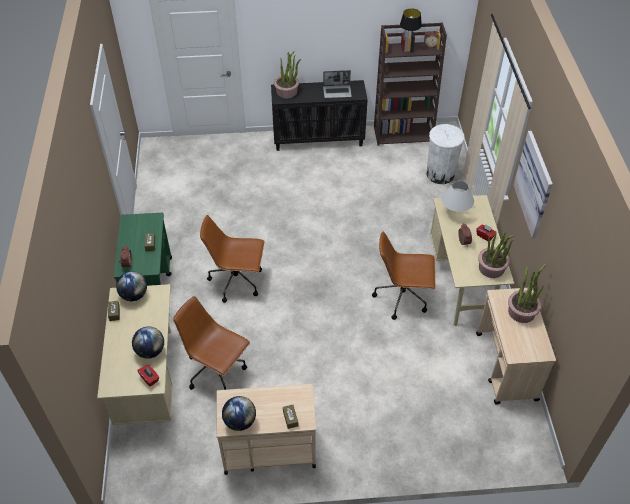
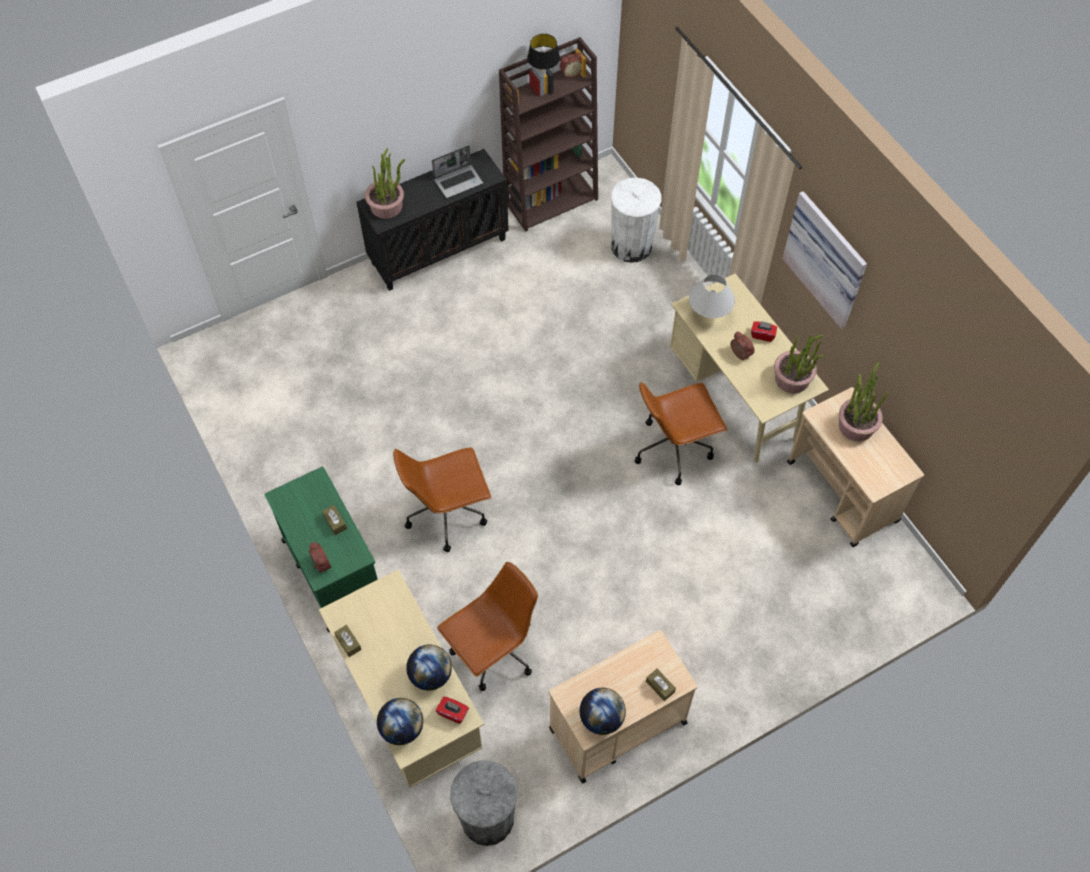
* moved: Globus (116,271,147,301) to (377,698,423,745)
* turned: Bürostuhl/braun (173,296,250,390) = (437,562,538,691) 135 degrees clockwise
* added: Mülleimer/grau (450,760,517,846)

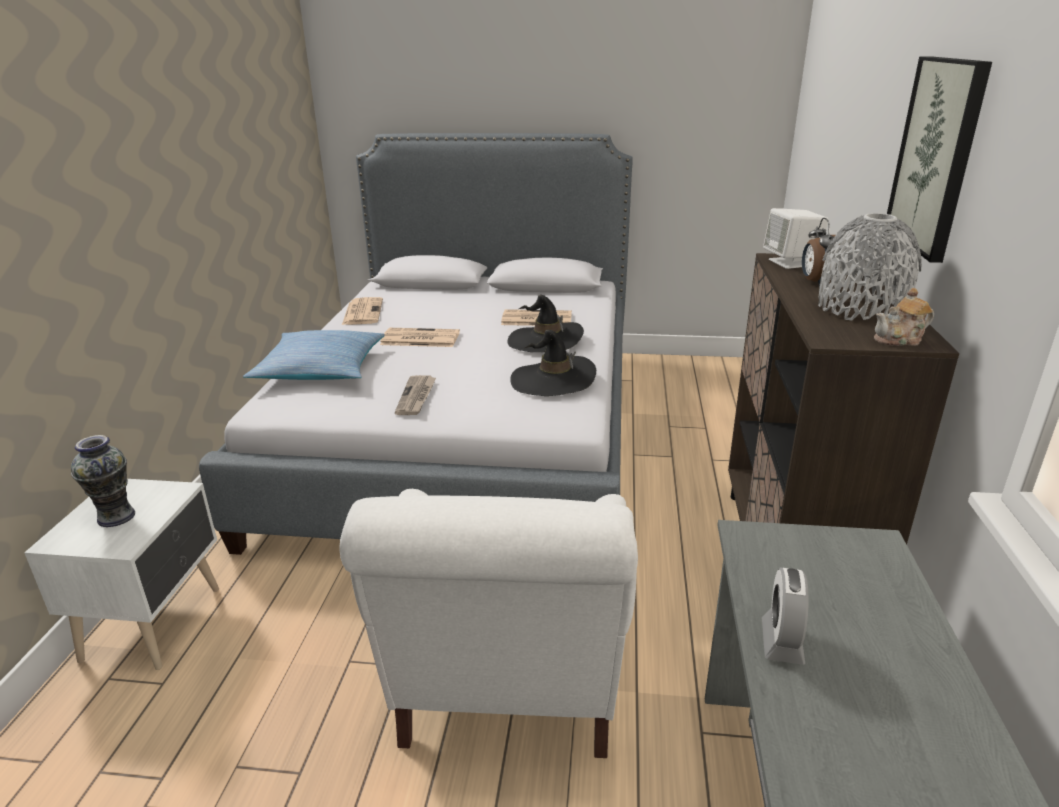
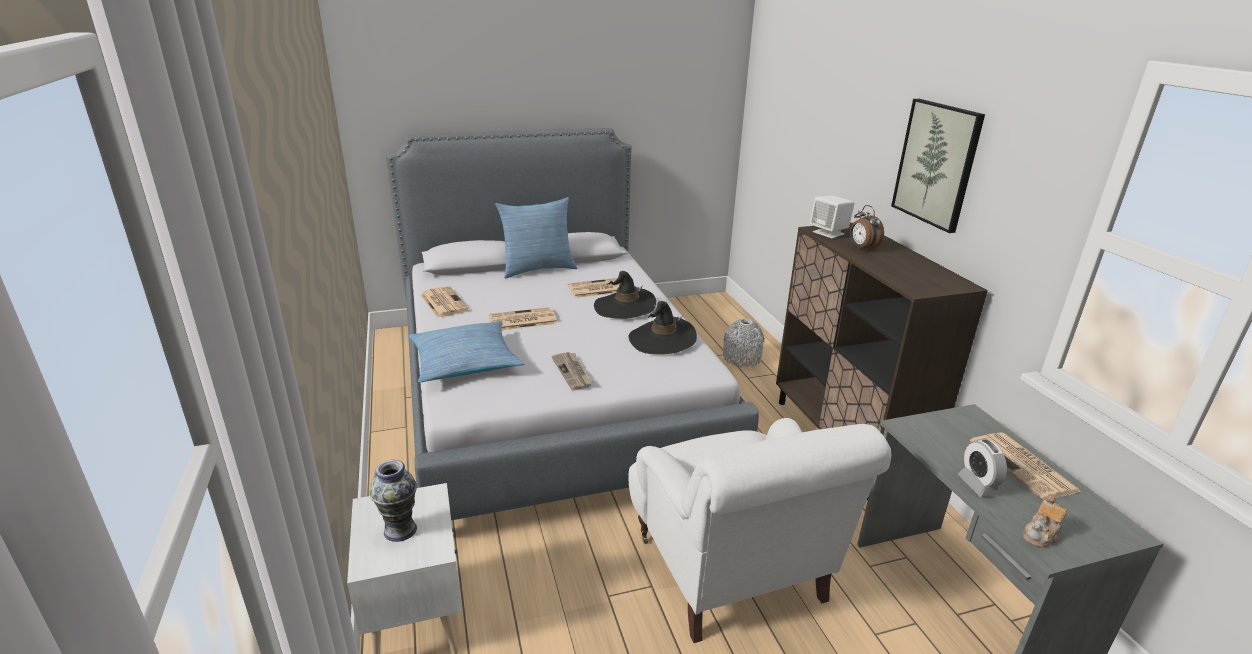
* added: Kissen (495,197,578,278)
* moved: Vase/grau (818,213,922,321) to (723,319,764,368)
* added: Zeitung (970,432,1081,500)
* moved: Teekanne (874,288,934,346) to (1023,496,1067,547)

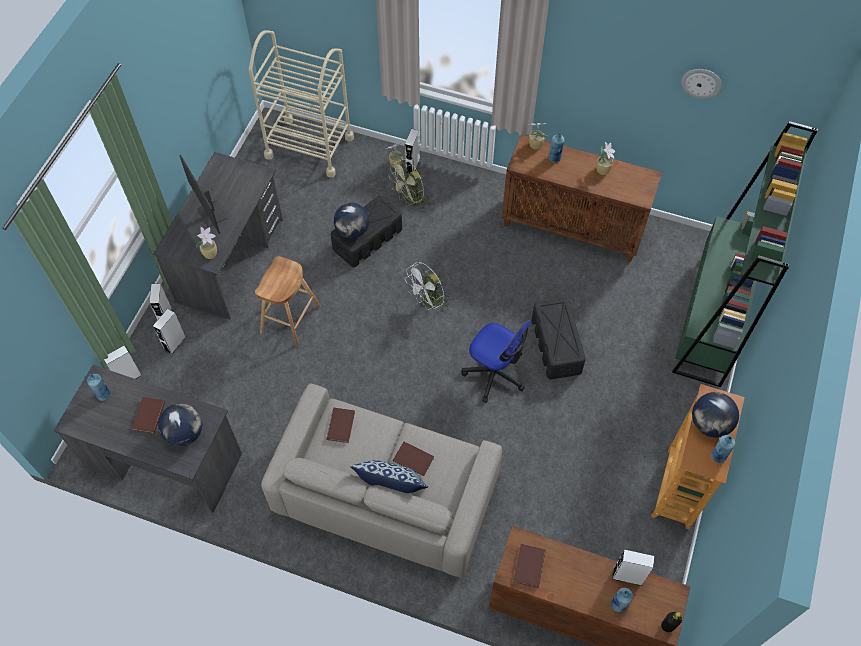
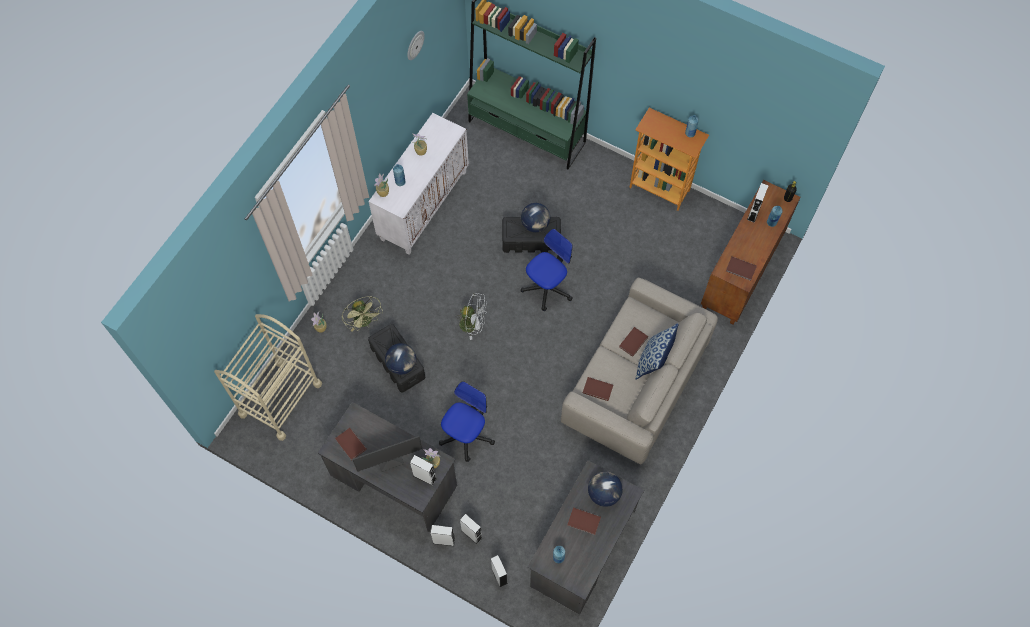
* added: Buch/braun (335,428,367,460)
* recoloured: Schrank/braun (502,134,662,262) to Schrank/weiß (369,113,469,255)
* moved: Lautsprecher/weiß (405,129,420,174) to (410,455,437,486)
* replaced: Hocker/braun (255,256,321,347) to Bürostuhl (439,381,495,462)
* turned: Ventilator/weiß (405,262,450,313) = (455,293,487,340) 45 degrees counterclockwise
* moved: Globus (692,392,739,438) to (521,203,550,232)

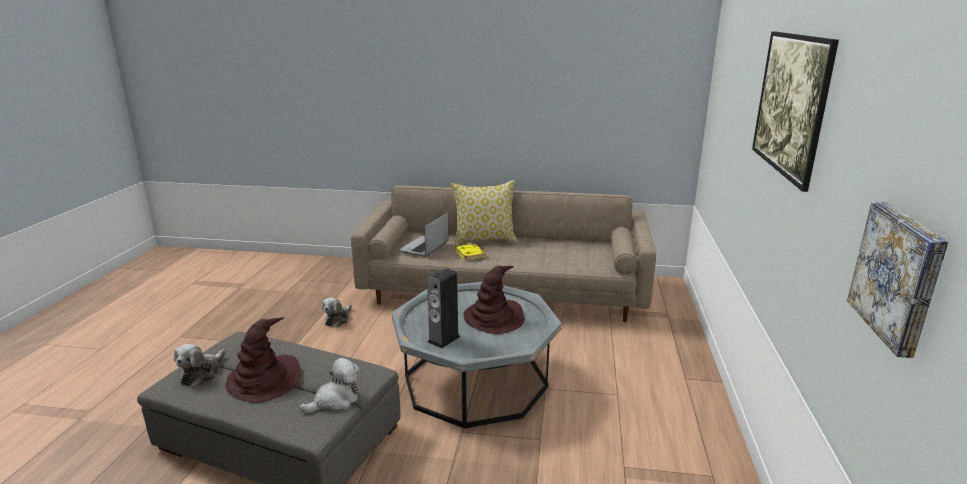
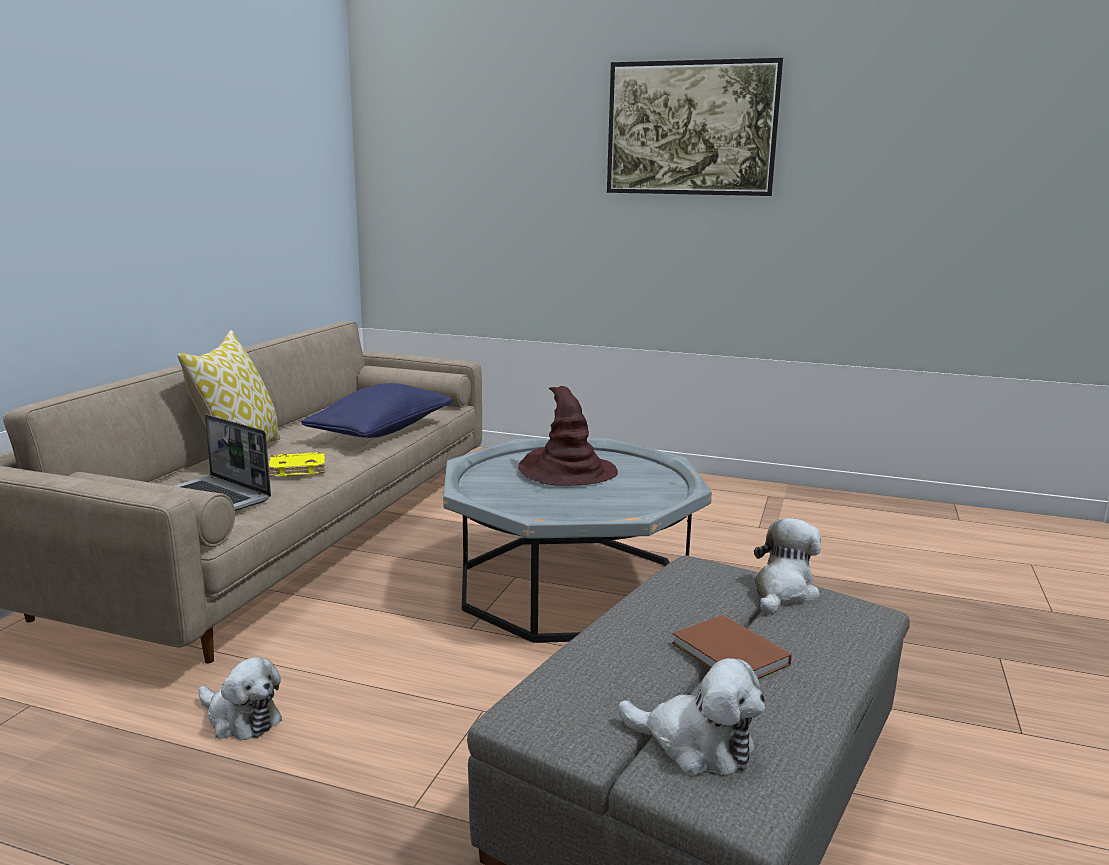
* added: Kissen/blau (301,383,452,438)
* replaced: Hut/braun (225,318,300,403) to Buch/braun (672,615,792,679)
* turned: Plüschtier (300,358,360,413) = (754,518,821,614) 60 degrees clockwise
* removed: Lautsprecher (427,268,460,348)
* removed: Bild (847,201,948,358)

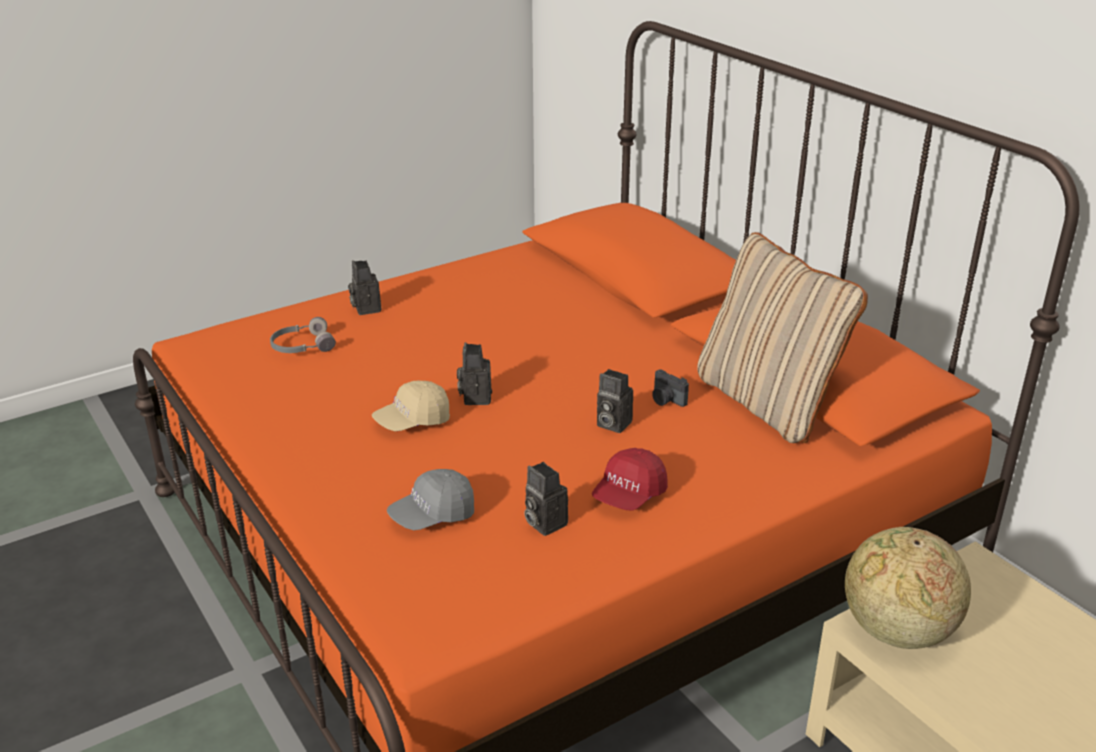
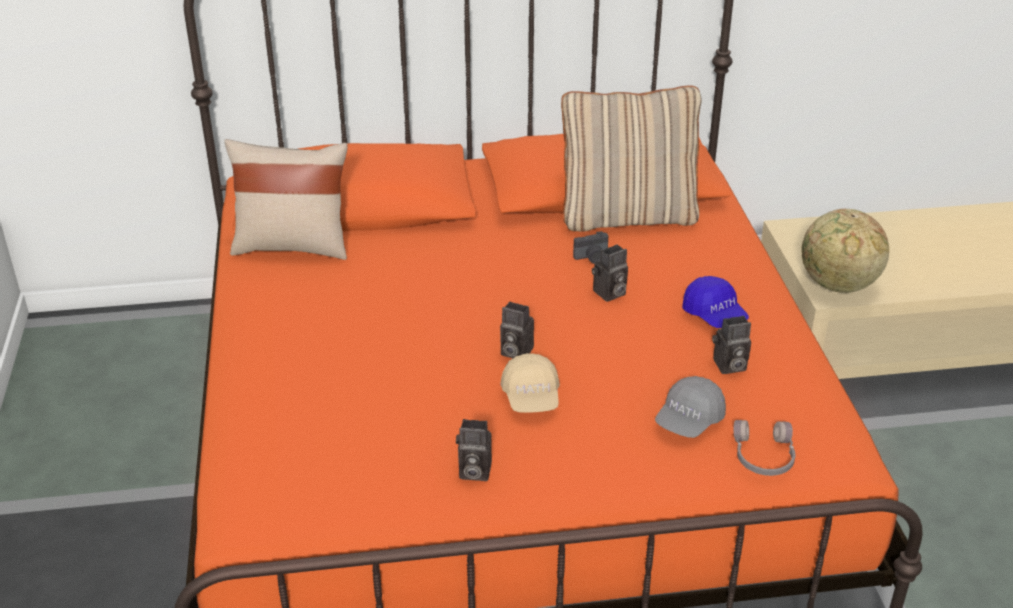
* added: Kissen/beige (224,139,348,260)
* moved: Kamera (348,260,381,315) to (456,419,492,481)
* turned: Kappe/grau (387,469,474,530) = (655,376,726,438) 45 degrees clockwise
* recoloured: Kappe/rot (592,448,668,511) to Kappe/blau (682,276,749,328)
* moved: Kopfhörer/grau (270,317,336,353) to (734,420,795,476)

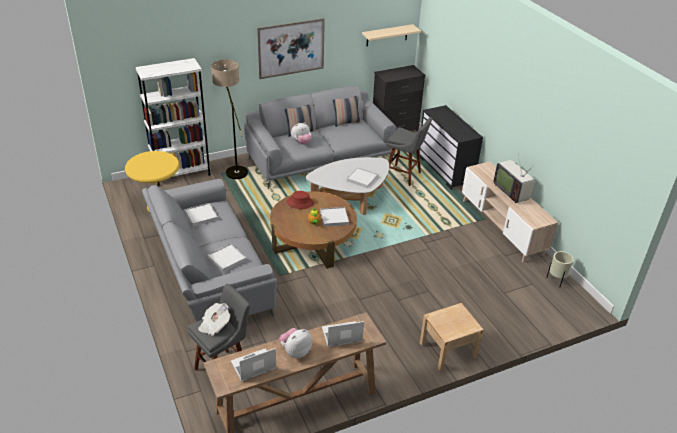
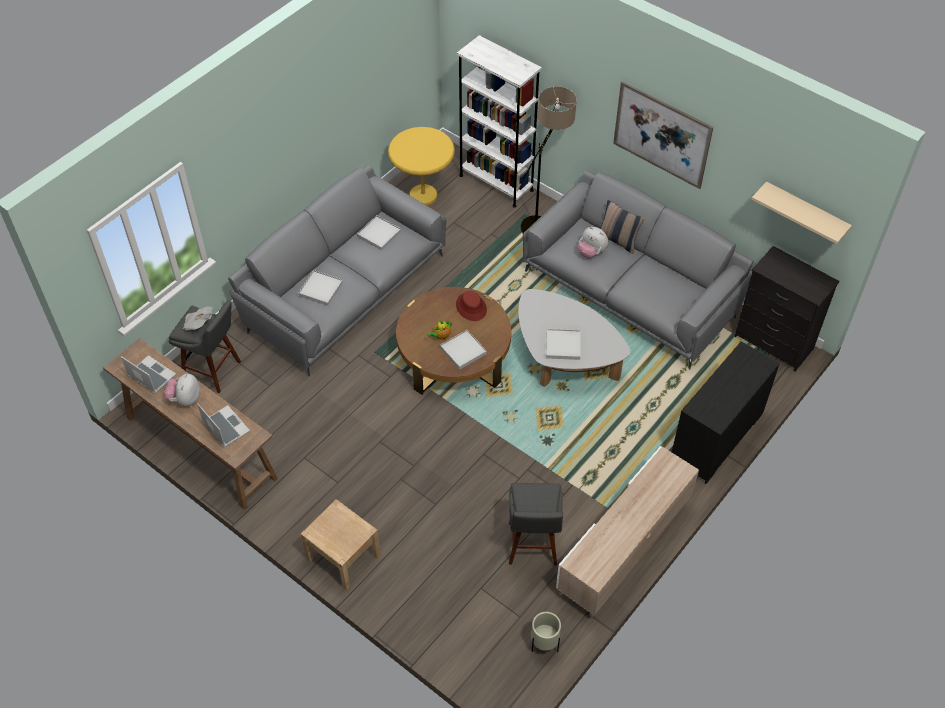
* turned: Plüschtier (279,328,312,358) = (164,374,200,406) 105 degrees counterclockwise
* moved: Hocker/grau (385,117,432,186) to (509,483,563,565)
* removed: Kissen (333,95,361,127)
* removed: Fernseher (494,155,534,204)

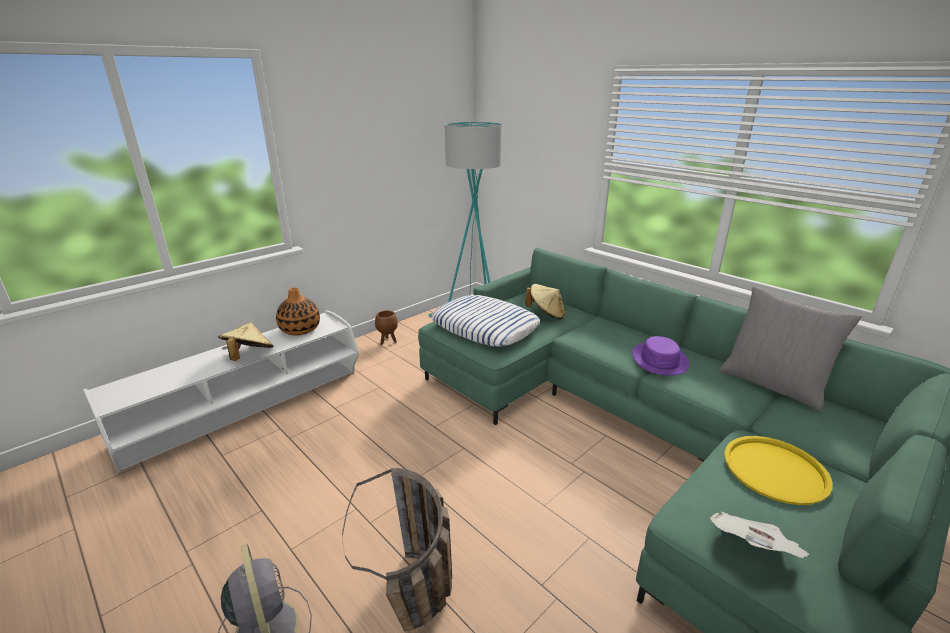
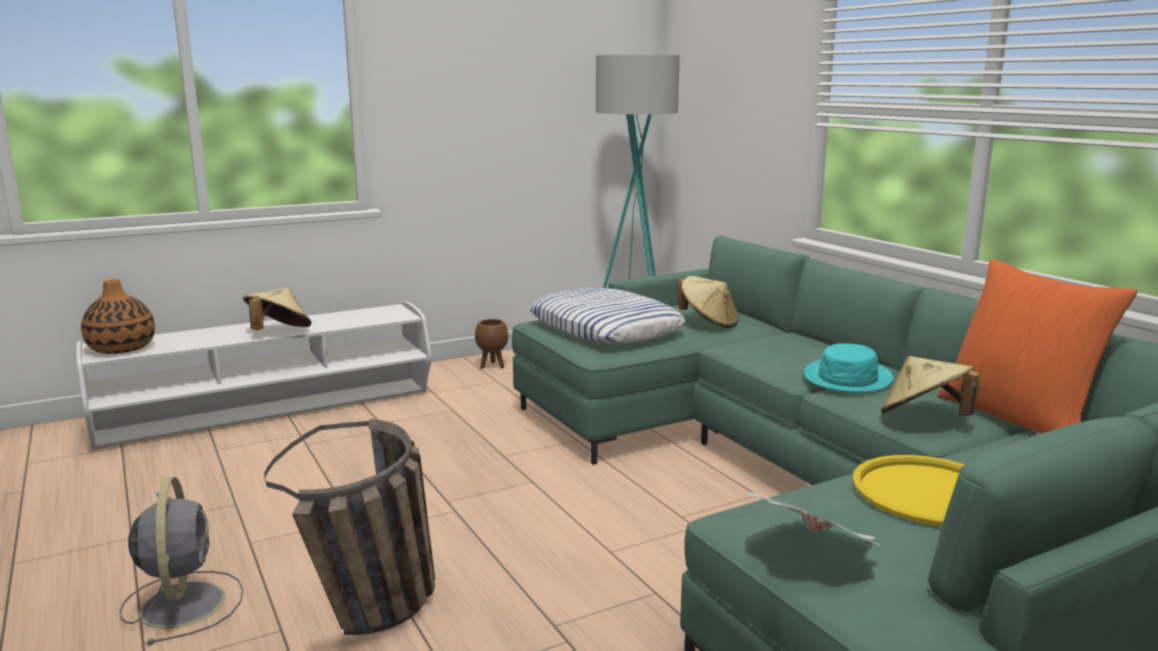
* moved: Vase (276,288,320,335) to (81,279,155,354)
* recoloured: Hut/lila (632,336,689,376) to Hut/türkis (804,343,893,393)
* added: Hut/beige (881,356,980,416)
* recoloured: Kissen/grau (719,286,862,412) to Kissen/orange (938,259,1138,434)

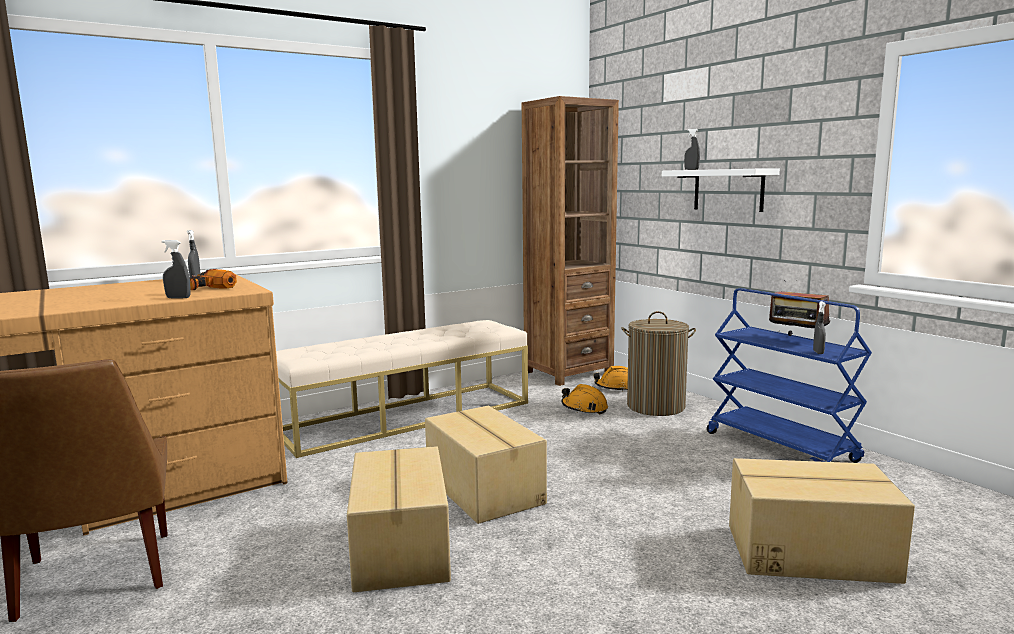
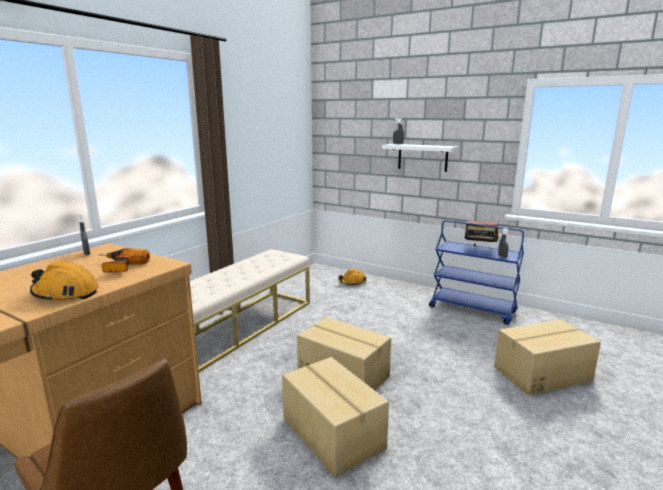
* moved: Schutzhelm/orange (561,384,608,414) to (30,262,99,302)
* removed: Sprühflasche/grau (162,240,191,299)
* removed: Bücherregal/braun (522,96,619,386)
* removed: Wäschekorb (621,311,696,416)

